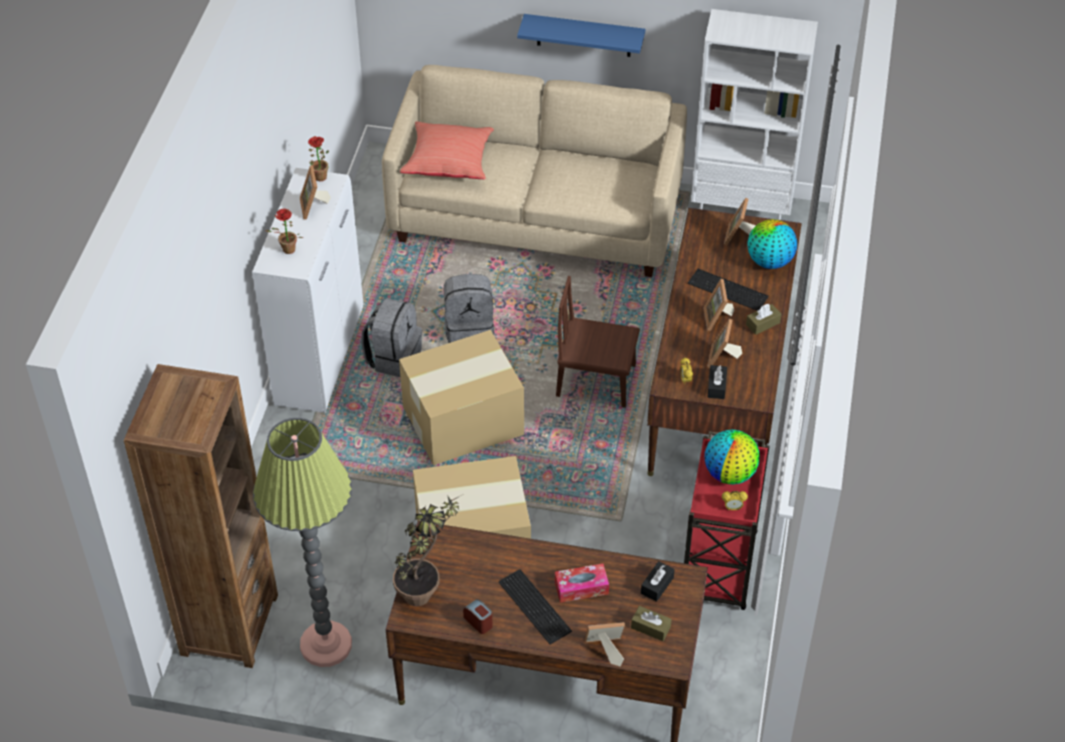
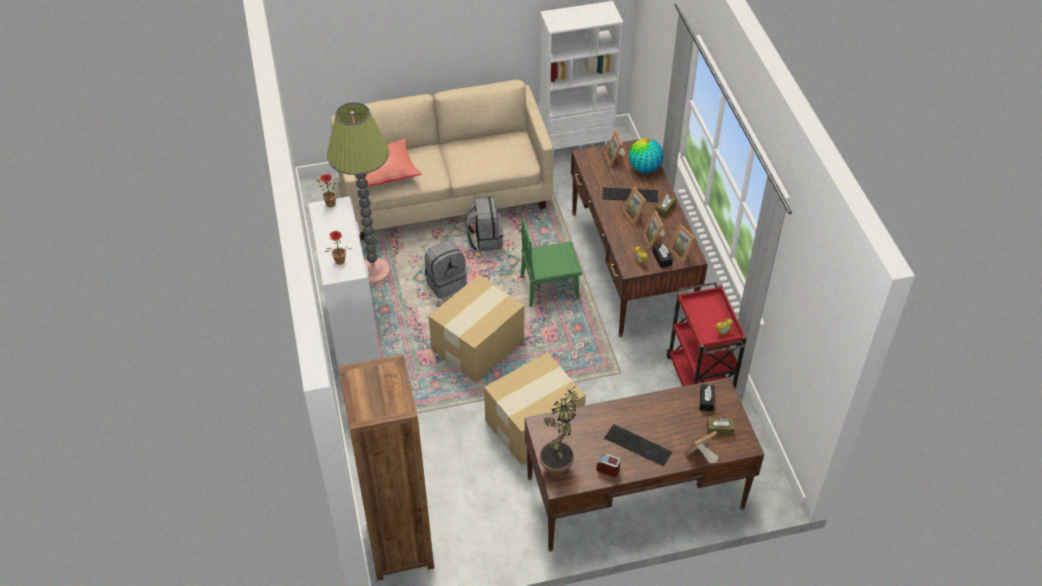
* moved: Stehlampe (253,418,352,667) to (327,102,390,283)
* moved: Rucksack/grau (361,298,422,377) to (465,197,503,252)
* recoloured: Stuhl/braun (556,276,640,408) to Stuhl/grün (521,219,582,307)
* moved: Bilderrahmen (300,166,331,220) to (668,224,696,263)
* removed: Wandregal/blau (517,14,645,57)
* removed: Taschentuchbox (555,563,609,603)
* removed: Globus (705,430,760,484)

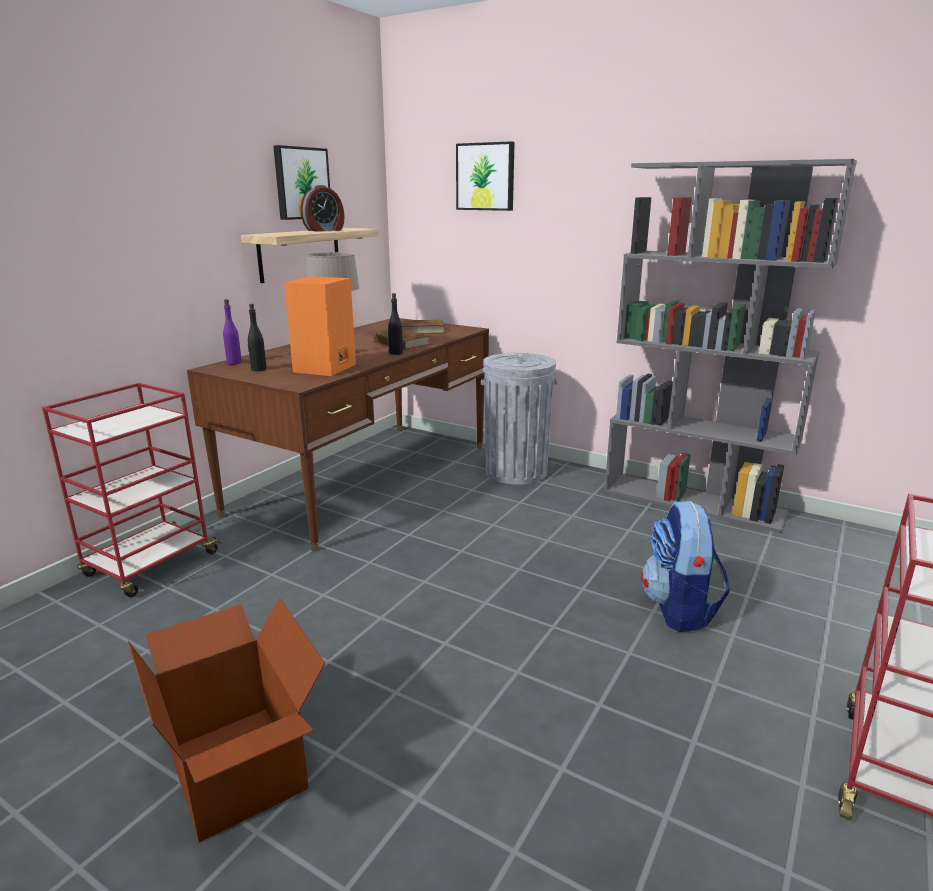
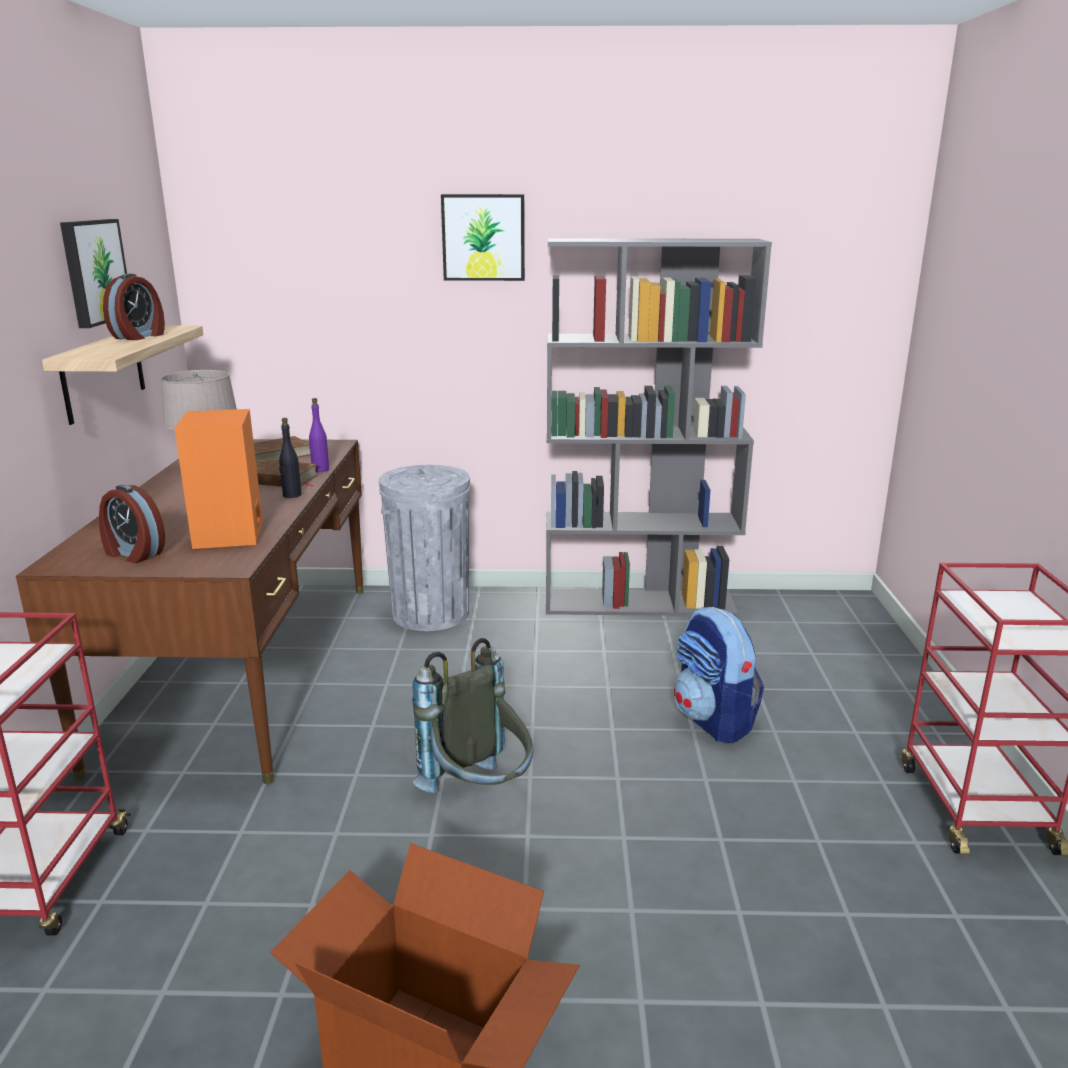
* replaced: Flasche/schwarz (248,304,267,371) to Wecker (99,485,165,563)
* moved: Flasche/lila (223,299,242,364) to (309,398,329,472)
* added: Rucksack/grau (412,638,534,793)
* moved: Bild (456,141,515,211) to (441,194,525,281)

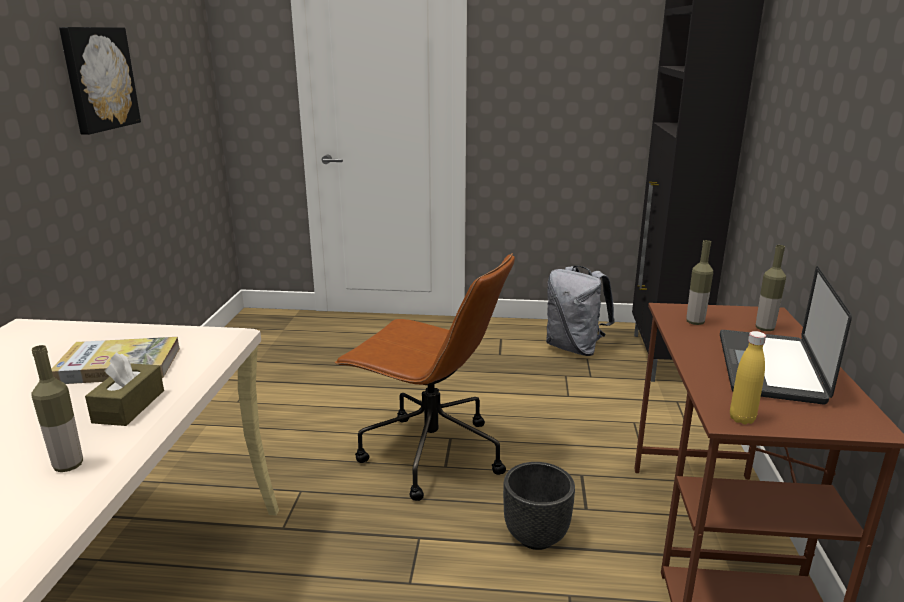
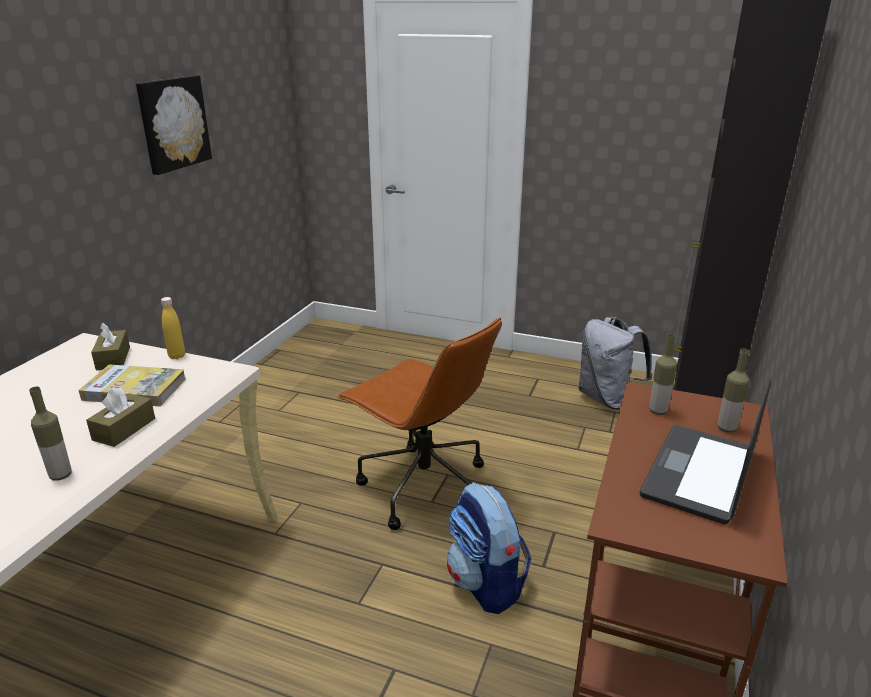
* added: Taschentuchbox/braun (91,322,130,370)
* moved: Flasche/gelb (730,331,766,424) to (161,297,185,359)
* replaced: Pflanzkübel/schwarz (503,462,575,550) to Rucksack (447,482,531,614)

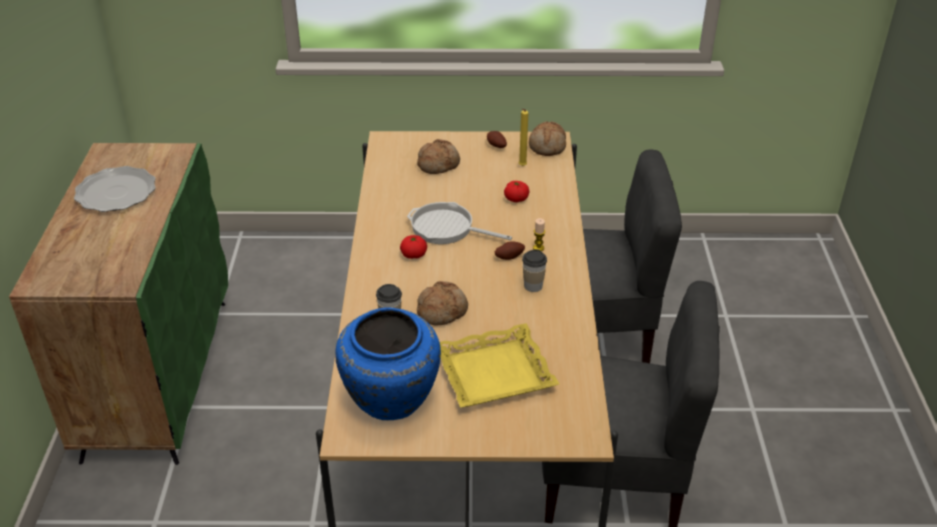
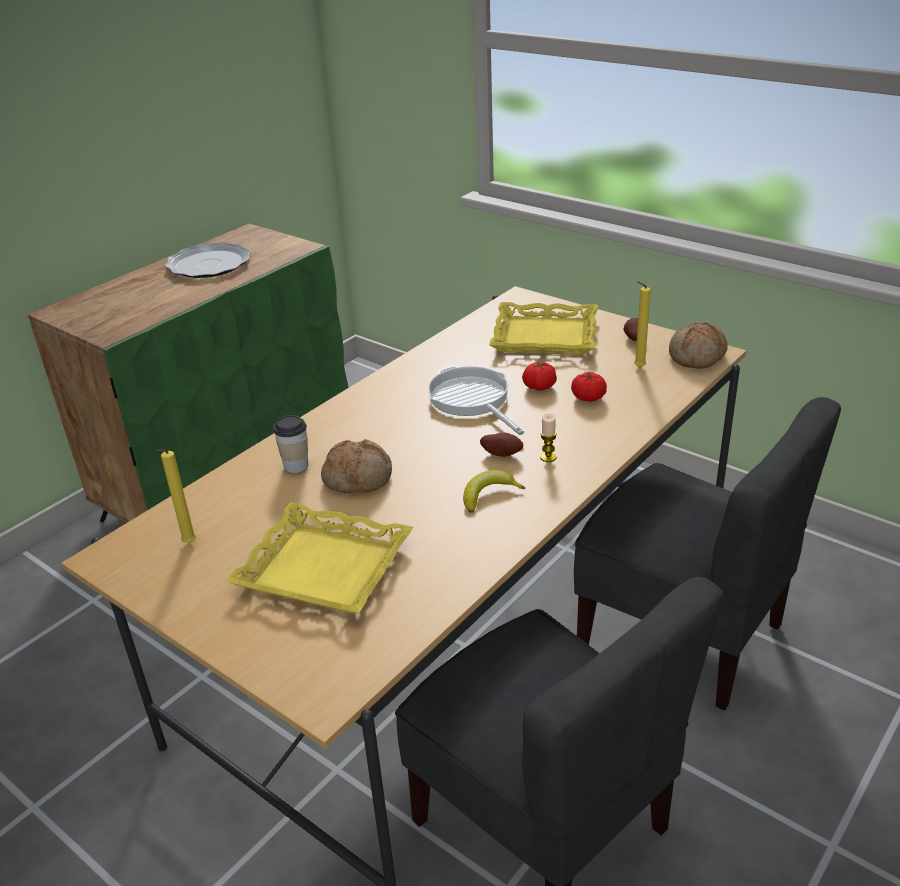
* replaced: Vase/blau (335,307,441,420) to Kerze/gelb (156,450,196,543)
* replaced: Tasse (522,249,547,292) to Banane (463,470,525,513)
* replaced: Brot (417,139,460,174) to Tablett/gelb (489,302,598,355)
* moved: Tomate (400,235,427,259) to (522,362,557,391)

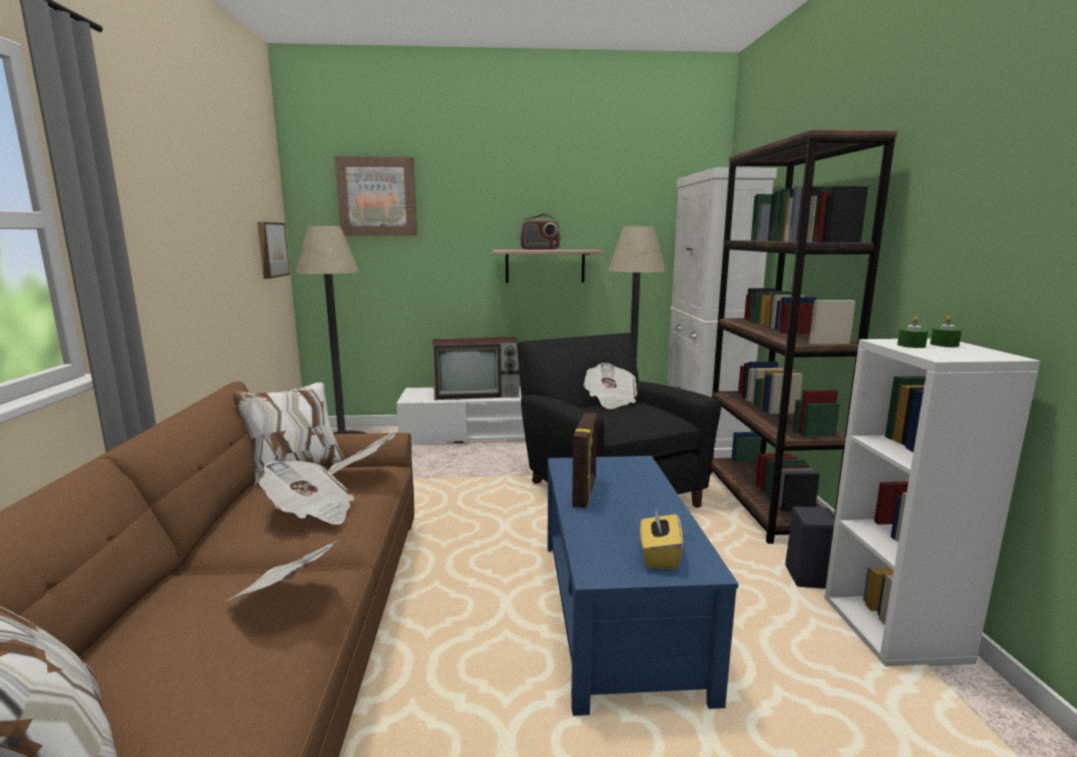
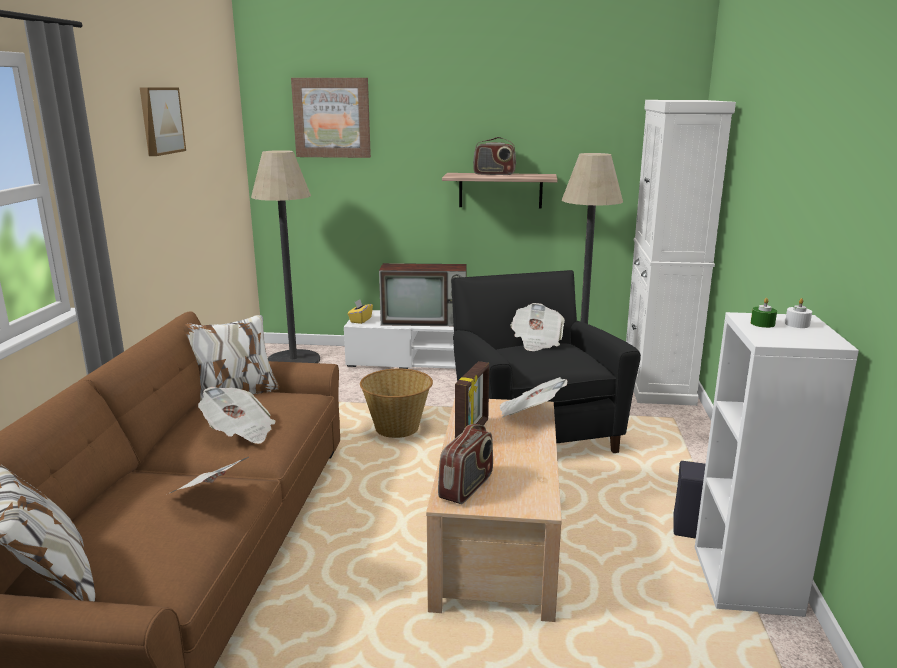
* moved: Bild (257,222,290,279) to (140,87,186,156)
* moved: Taschentuchbox/gelb (640,509,683,570) to (348,299,373,324)
* added: Korb (360,369,433,438)
* recoloured: Couchtisch/blau (548,456,739,716) to Couchtisch/beige (426,399,562,622)
* added: Radio (438,424,493,504)
* moved: Zeitung (328,431,396,475) to (500,377,567,417)
* recoloured: Kerze/grün (930,316,962,347) to Kerze/weiß (785,298,812,328)
* removed: Bücherregal/braun (710,129,897,544)

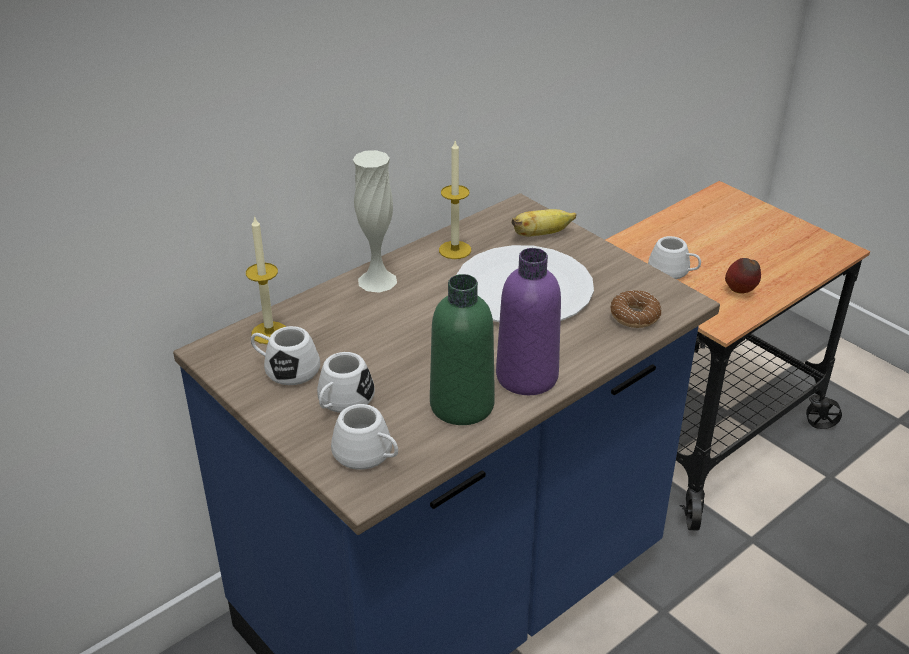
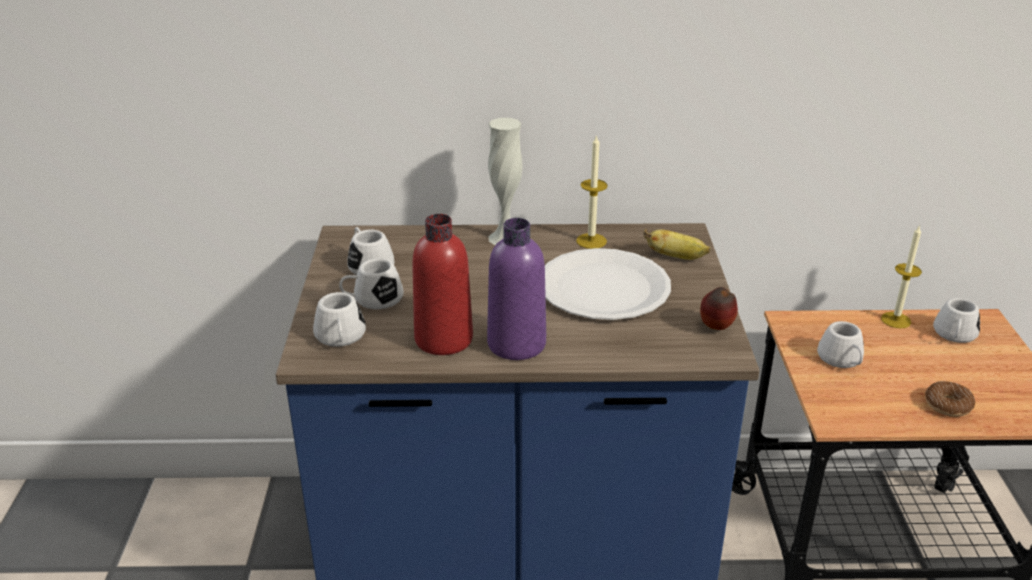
* recoloured: Flasche/grün (430,274,495,425) to Flasche/rot (412,214,473,355)
* moved: Apfel (725,258,761,294) to (700,287,738,330)
* moved: Kerze (246,216,286,344) to (881,225,922,329)
* moved: Donut (610,290,661,328) to (925,381,975,417)
* added: Henkelbecher/weiß (933,298,980,343)

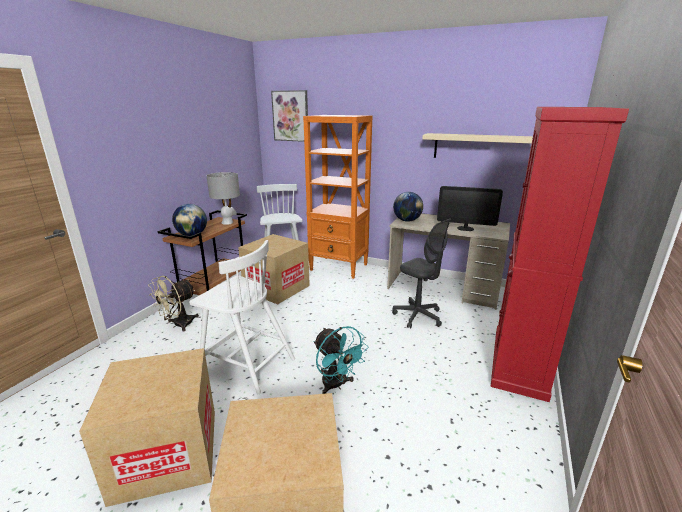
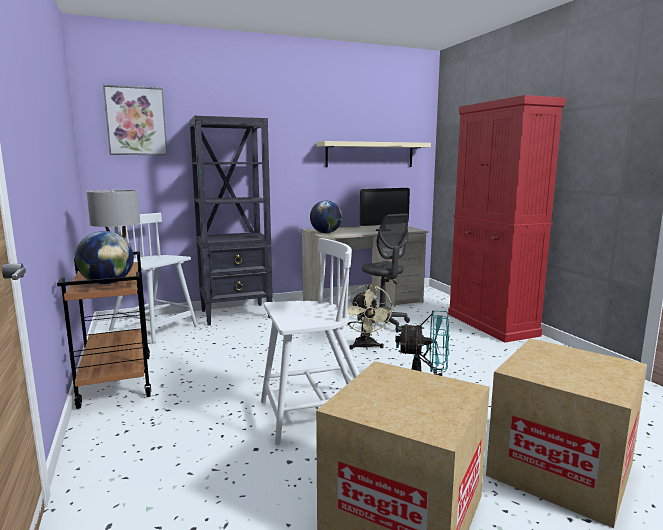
* recoloured: Bücherregal/orange (303,115,372,279) to Bücherregal/schwarz (189,116,273,326)
* moved: Ventilator/beige (148,276,199,331) to (347,285,394,350)
* turned: Bürostuhl/grau (392,219,451,329) = (357,214,410,333) 60 degrees clockwise
* removed: Karton (238,234,310,304)

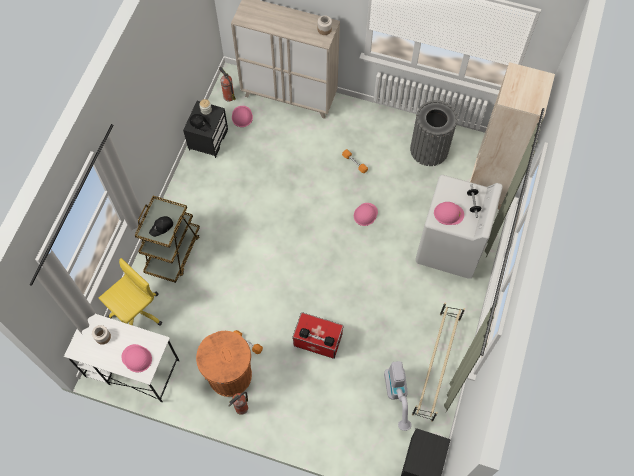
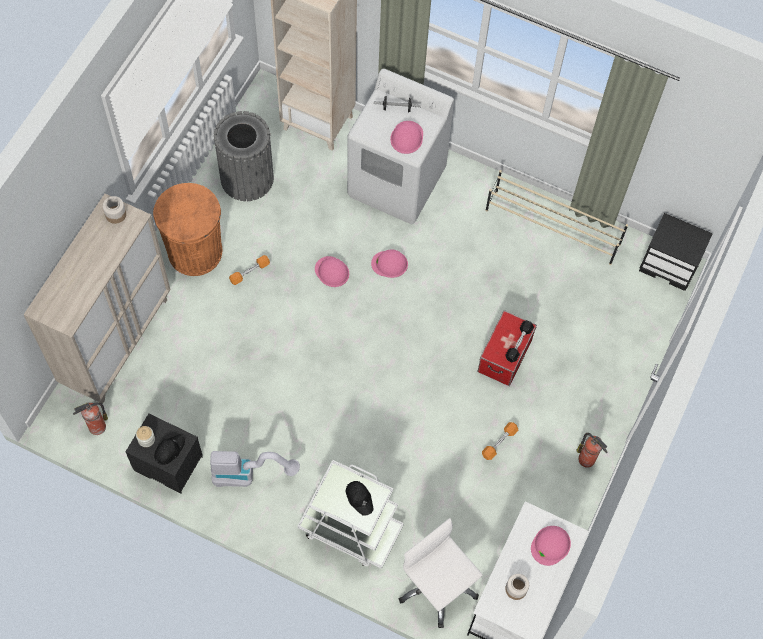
* moved: Mülleimer/orange (196,331,252,397) to (153,183,222,276)
* moved: Staubsauger (384,361,412,431) to (210,451,300,487)
* recoloured: Rollwagen/braun (135,196,200,283) to Rollwagen/weiß (297,460,404,569)
* moved: Schutzhelm/rosa (232,106,253,127) to (371,249,408,278)
* recoloured: Bürostuhl/gelb (99,258,162,326) to Bürostuhl/weiß (399,518,483,628)

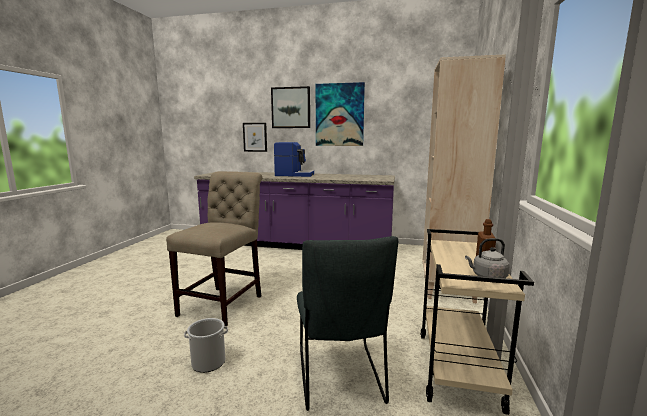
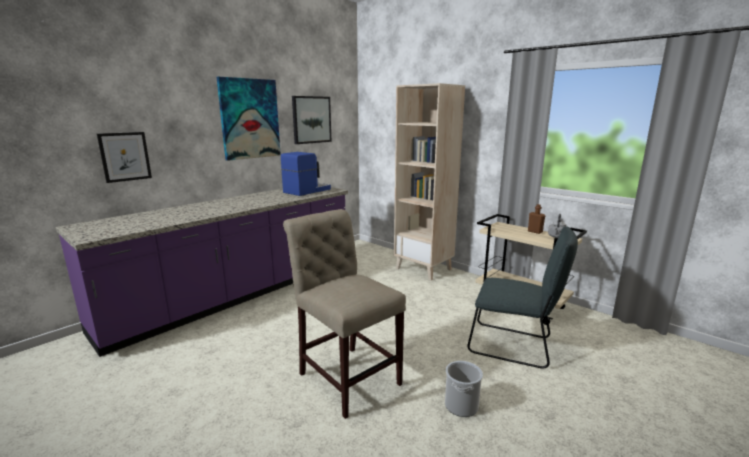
* moved: Kaffeemaschine (274,142,314,177) to (281,152,331,196)
* moved: Bild (271,86,310,128) to (292,96,332,144)

